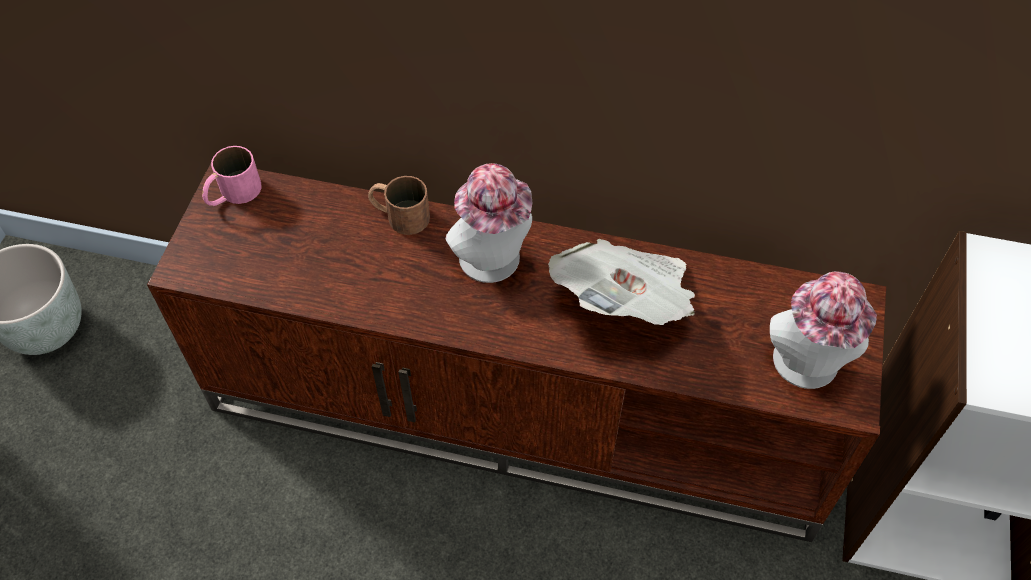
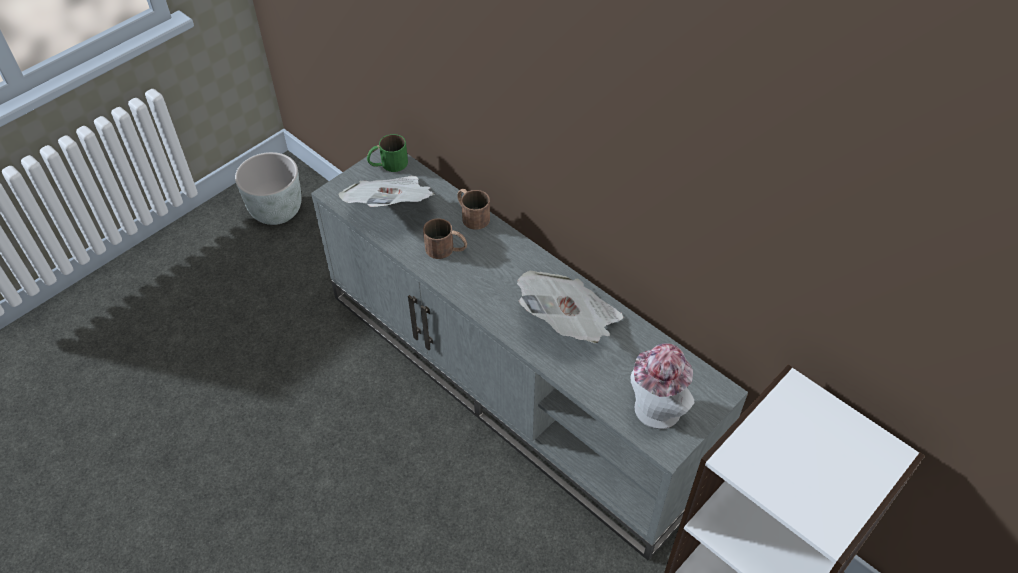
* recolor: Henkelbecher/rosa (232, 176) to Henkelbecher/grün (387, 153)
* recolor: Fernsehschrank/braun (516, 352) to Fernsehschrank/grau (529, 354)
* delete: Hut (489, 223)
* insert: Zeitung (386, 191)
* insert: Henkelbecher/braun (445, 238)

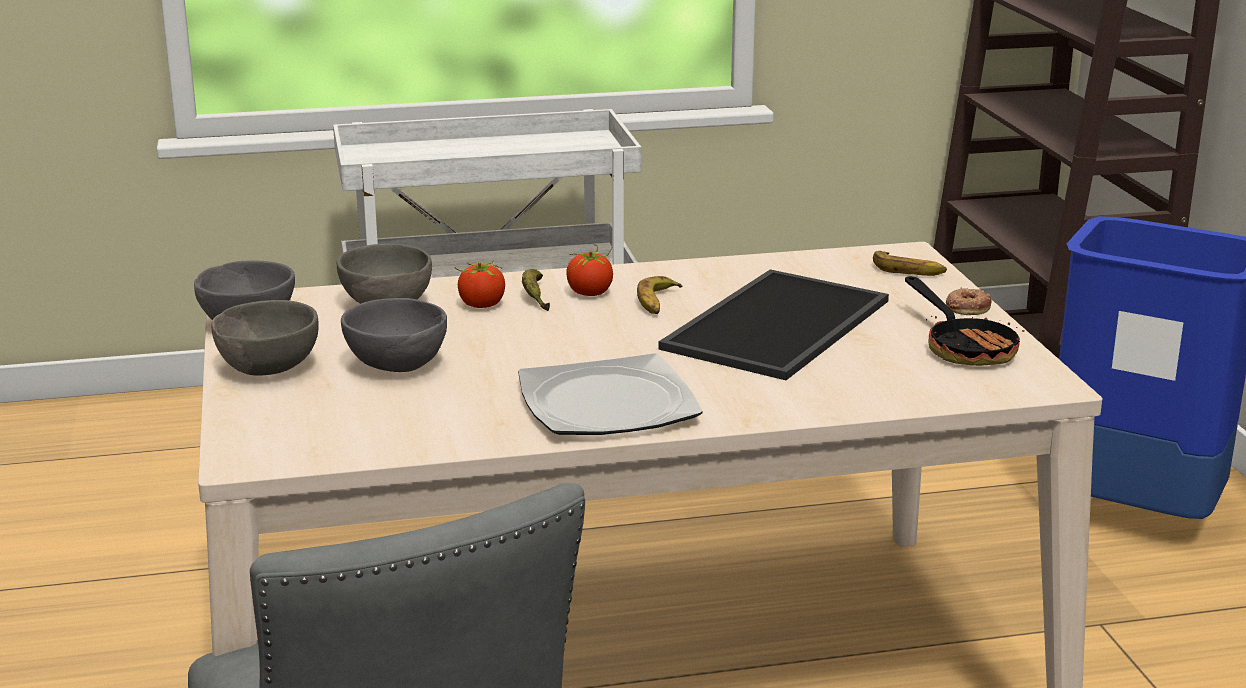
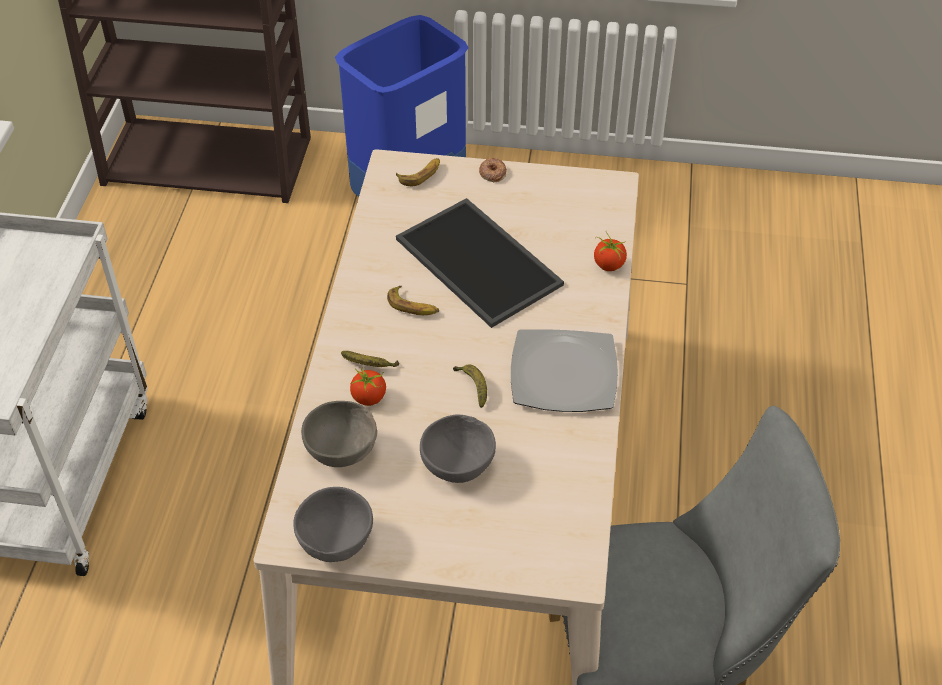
* move: Tomate (589, 270) to (610, 251)
* delete: Pfanne (965, 321)
* delete: Schüssel/grau (264, 338)
* insert: Banane (470, 386)

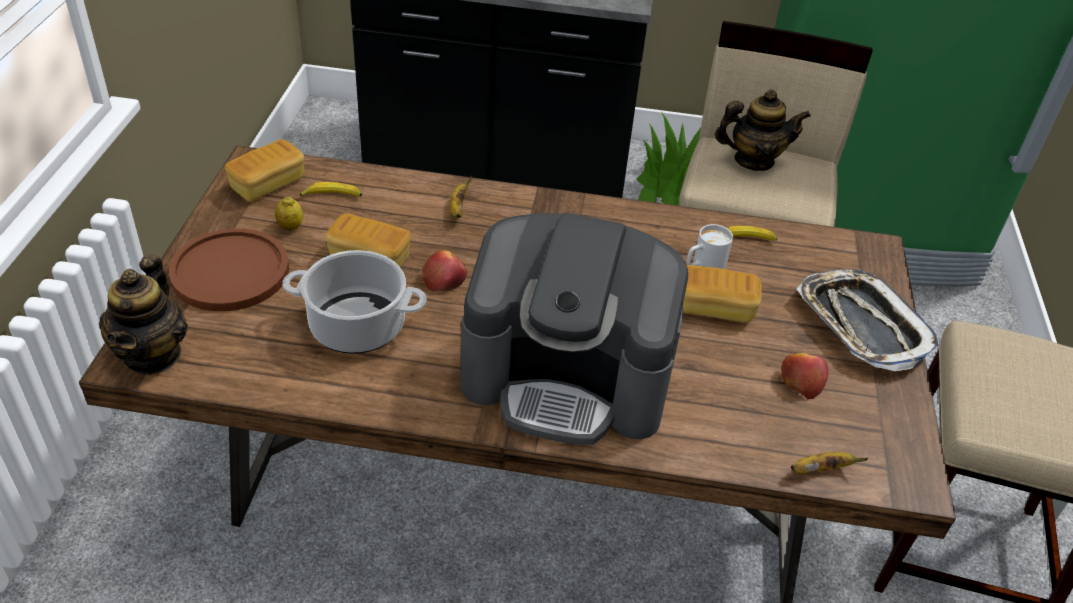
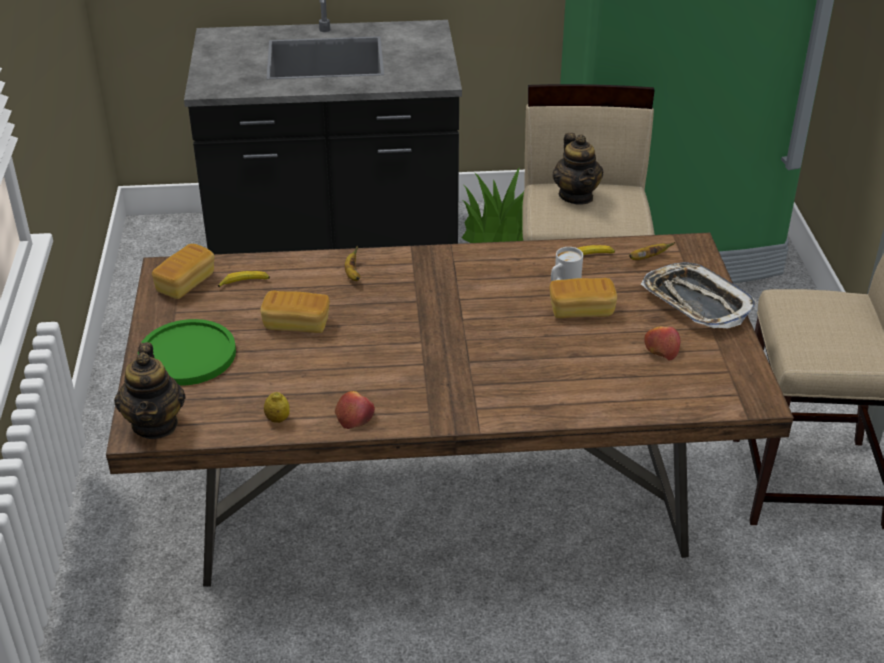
* rotate: Teekanne (763, 130) = (578, 169) 90 degrees clockwise
* move: Zitrone (289, 213) to (277, 407)
* delete: Kaffeemaschine (574, 329)
* recolor: Teller/braun (229, 269) to Teller/grün (187, 352)
* delete: Kochtopf (355, 302)
* move: Apfel (444, 270) to (355, 410)
* move: Banane (829, 463) to (652, 251)

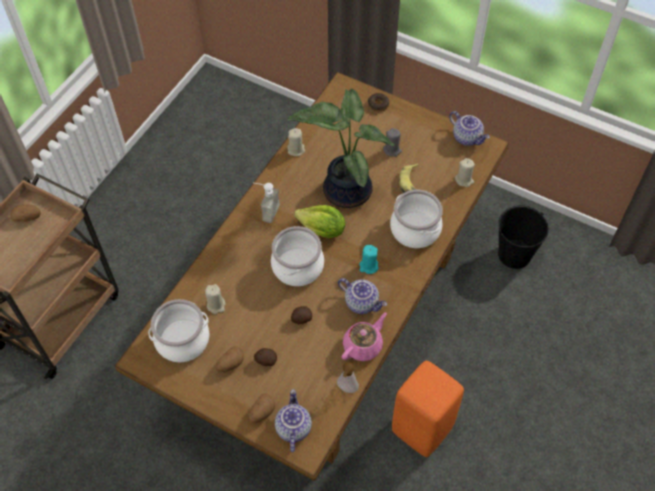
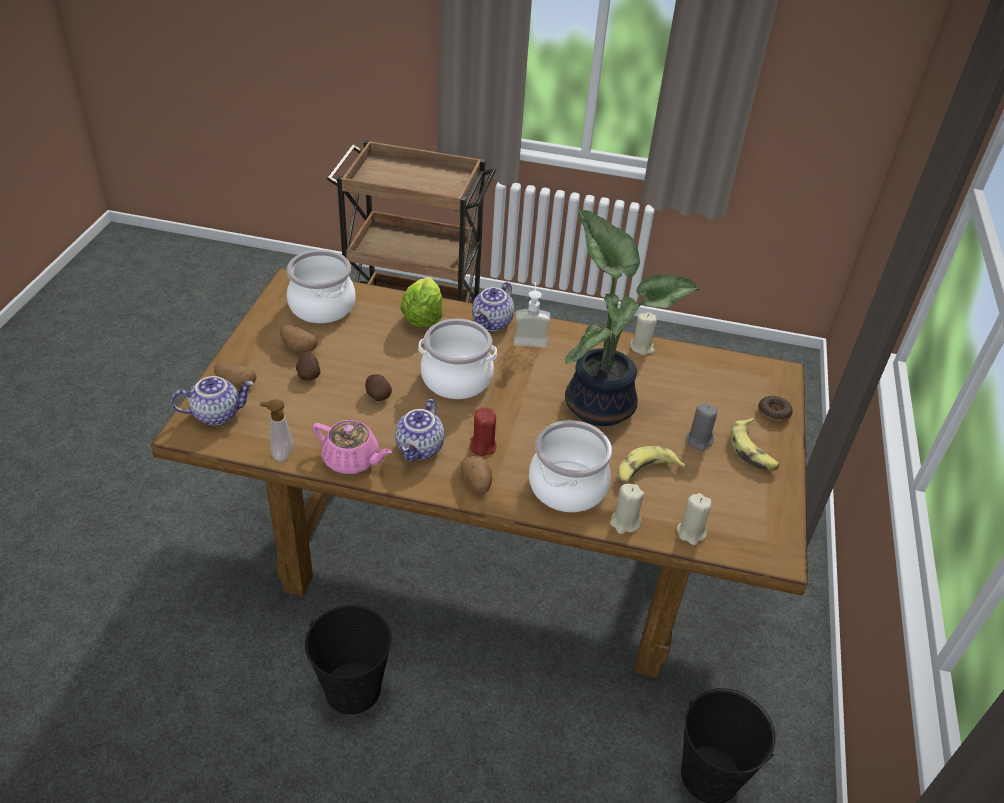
* move: Teekanne (469, 128) to (493, 306)
* move: Kartoffel (26, 213) to (476, 475)
* move: Salatkopf (319, 221) to (422, 302)
* recolor: Kerze/türkis (369, 259) to Kerze/rot (483, 431)
* move: Kerze/beige (215, 299) to (627, 509)
* replace: Hocker/orange (428, 409) to Eimer/schwarz (348, 659)
* insert: Banane (754, 444)

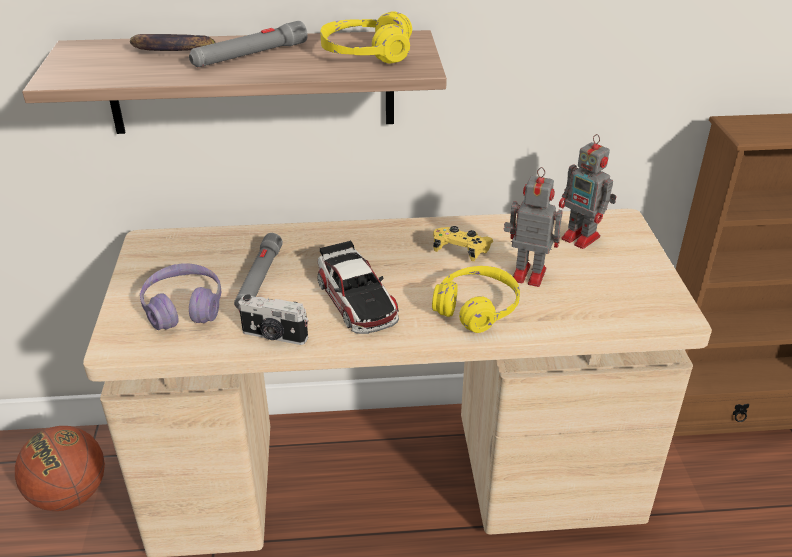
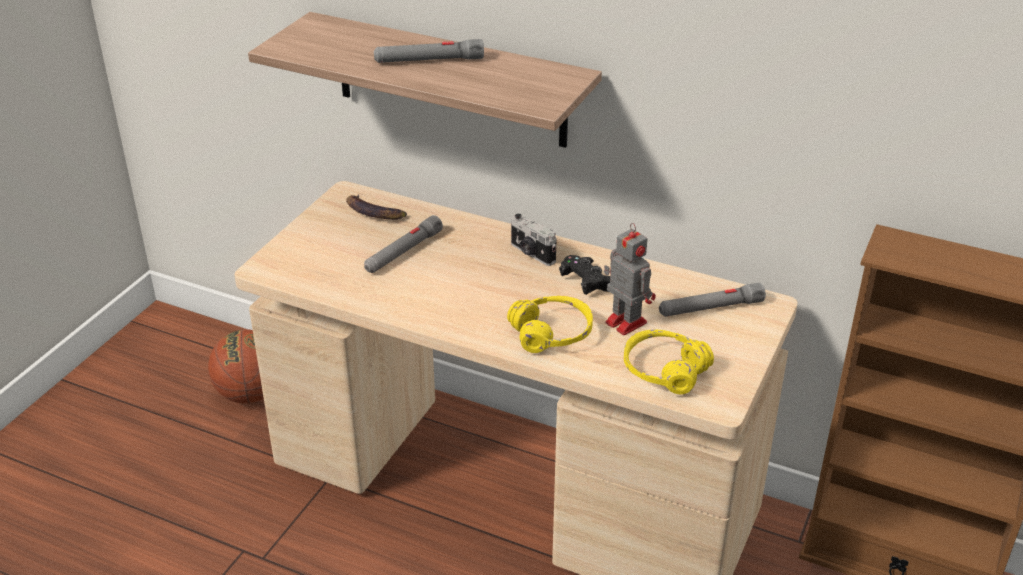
* move: Kopfhörer/gelb (366, 37) to (669, 361)
* move: Banane (173, 42) to (376, 207)
* replace: Spielzeugroboter (588, 191) to Taschenlampe/grau (712, 300)
* recolor: Gamepad/gelb (463, 243) to Gamepad/schwarz (584, 275)
* delete: Spielzeugauto (358, 287)
* delete: Kopfhörer/lila (180, 296)
* move: Kamera (273, 319) to (534, 240)

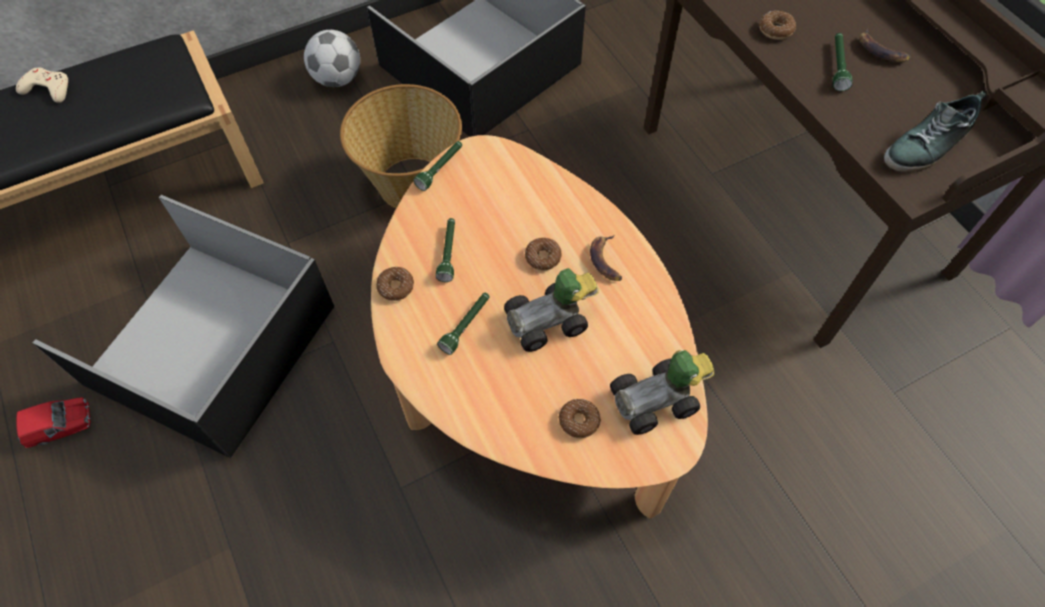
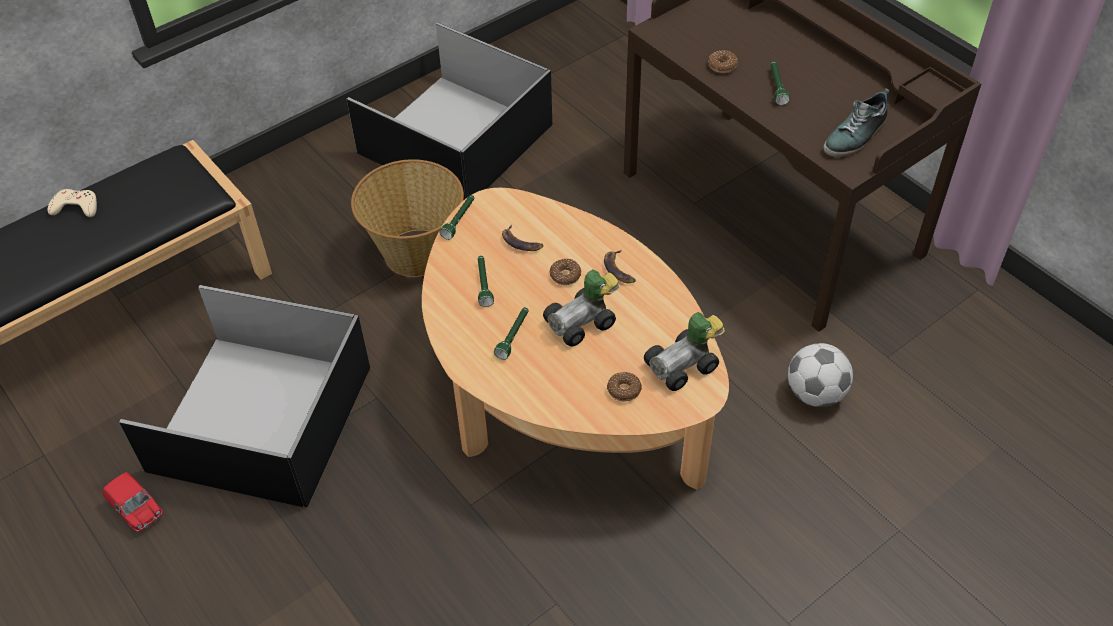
* move: Banane (885, 45) to (523, 238)
* move: Fußball (332, 58) to (820, 375)
* delete: Donut (395, 284)
* rotate: Spielzeugauto/rot (53, 422) = (133, 502) 75 degrees clockwise

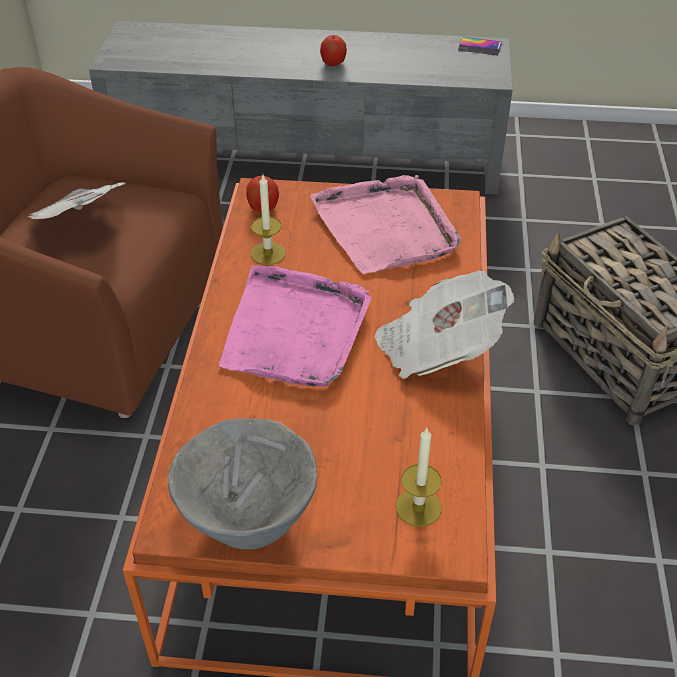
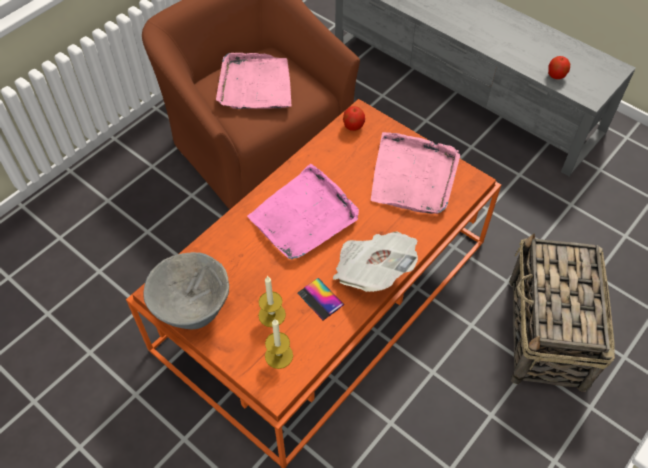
* move: Apfel (333, 50) to (559, 67)
* move: Handy (480, 46) to (320, 299)
* move: Kerze (268, 220) to (272, 301)
* replace: Zeitung (76, 200) to Tablett/rosa (253, 81)

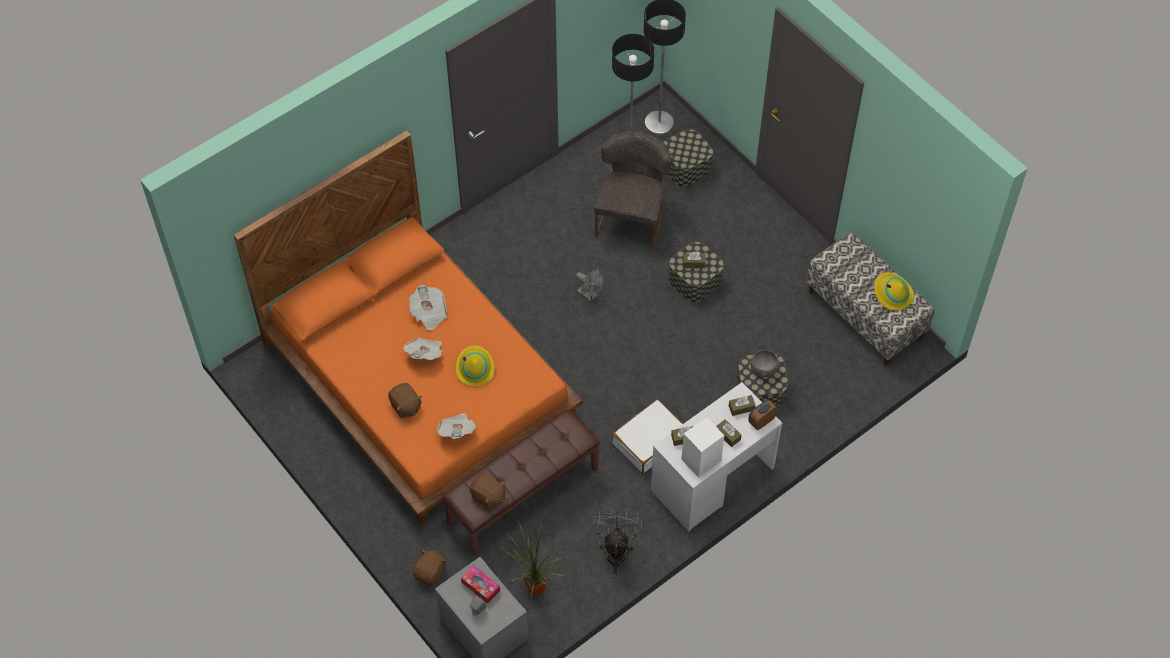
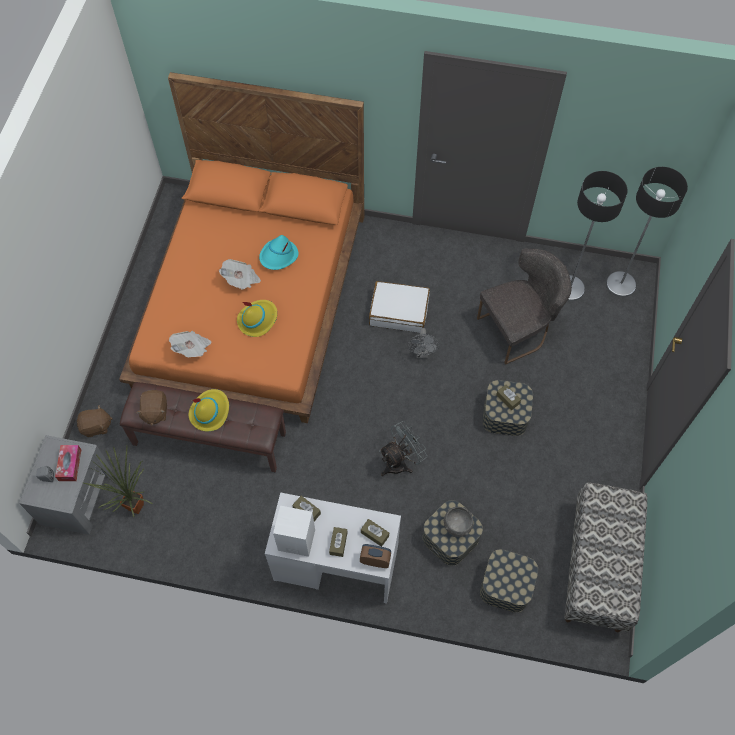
* move: Aufbewahrungsbox (688, 158) to (509, 581)
* move: Hut/gelb (894, 291) to (208, 410)
* replace: Zeitung (428, 308) to Hut/türkis (278, 252)
* delete: Plüschtier/braun (405, 401)
* move: Koffer/weiß (648, 436) to (399, 307)
* move: Ventilator/grau (617, 541) to (403, 448)

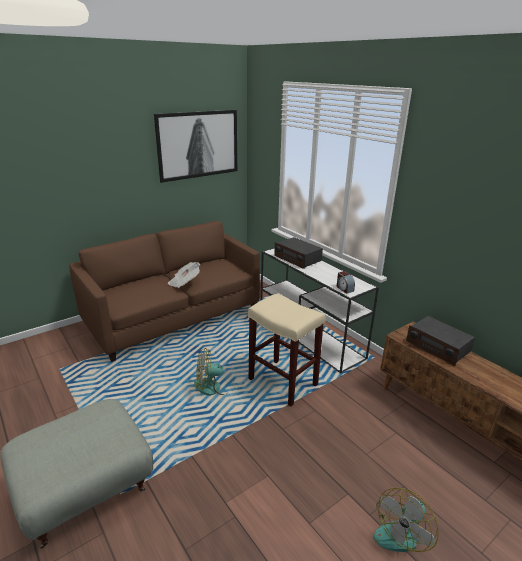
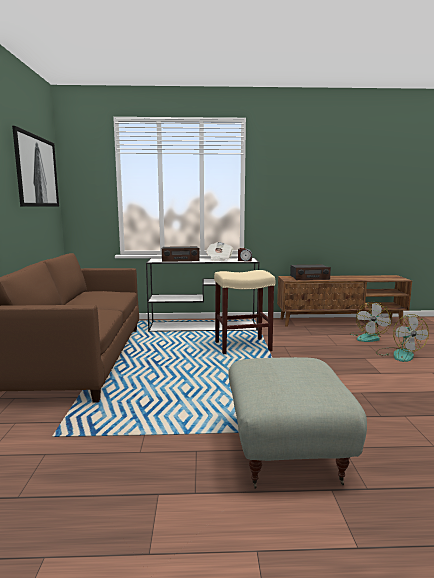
* move: Zeitung (184, 275) to (219, 251)
* move: Ventilator (214, 372) to (371, 322)

